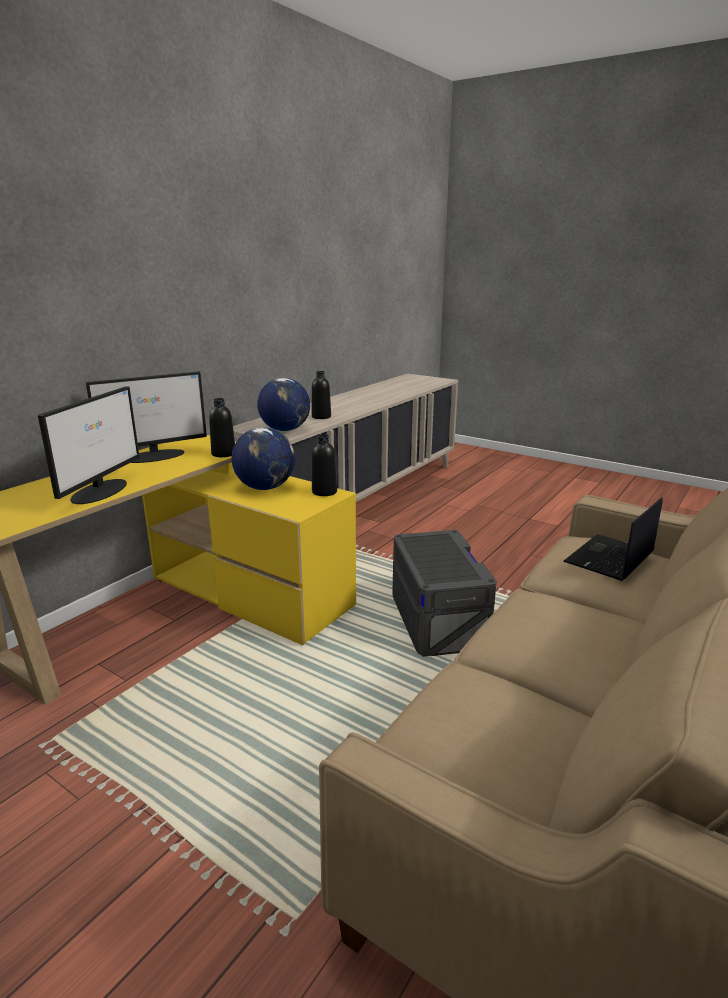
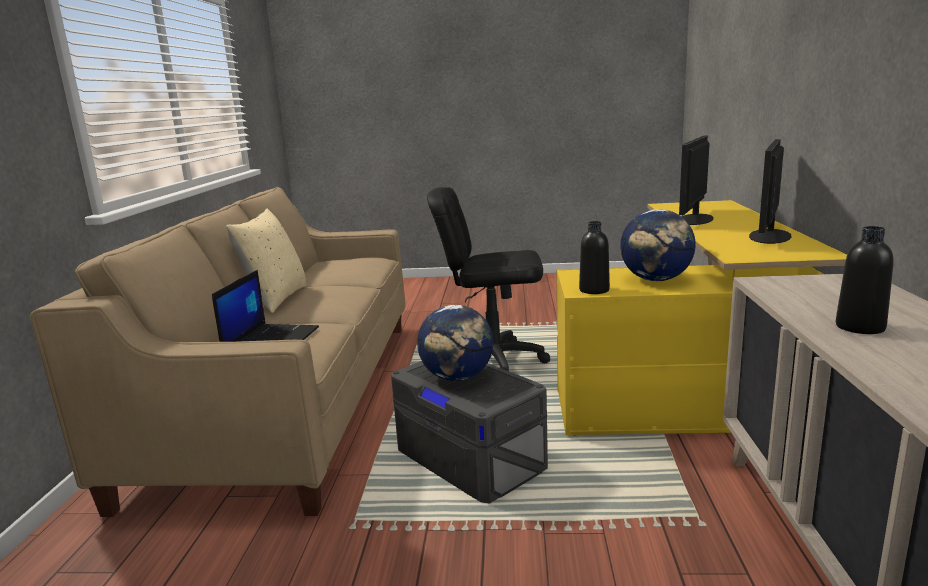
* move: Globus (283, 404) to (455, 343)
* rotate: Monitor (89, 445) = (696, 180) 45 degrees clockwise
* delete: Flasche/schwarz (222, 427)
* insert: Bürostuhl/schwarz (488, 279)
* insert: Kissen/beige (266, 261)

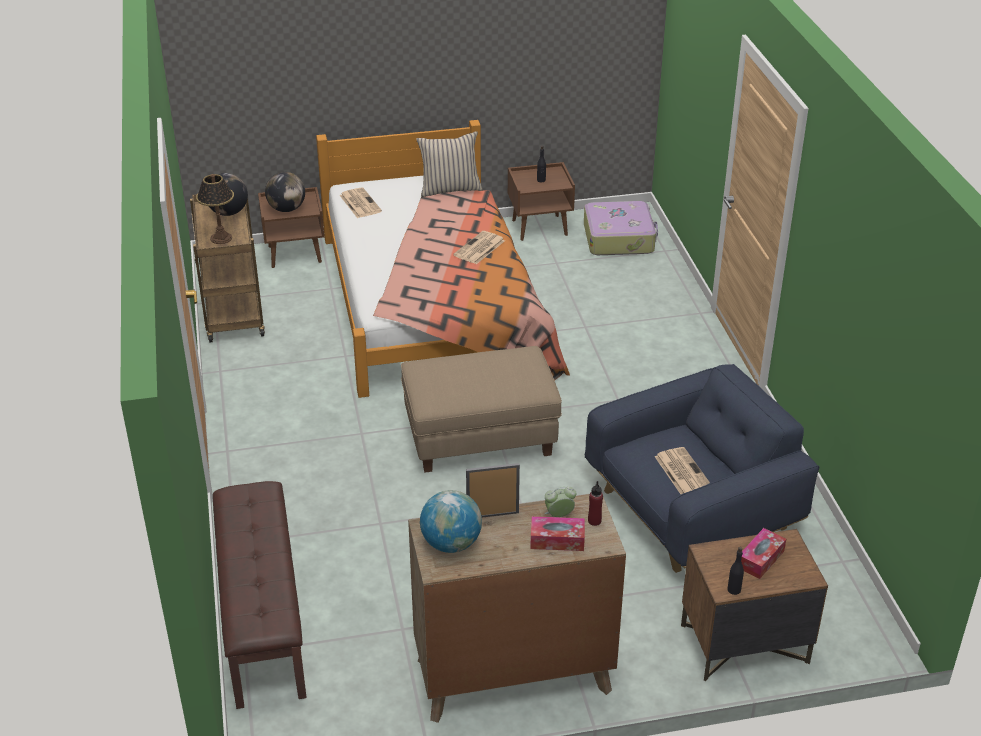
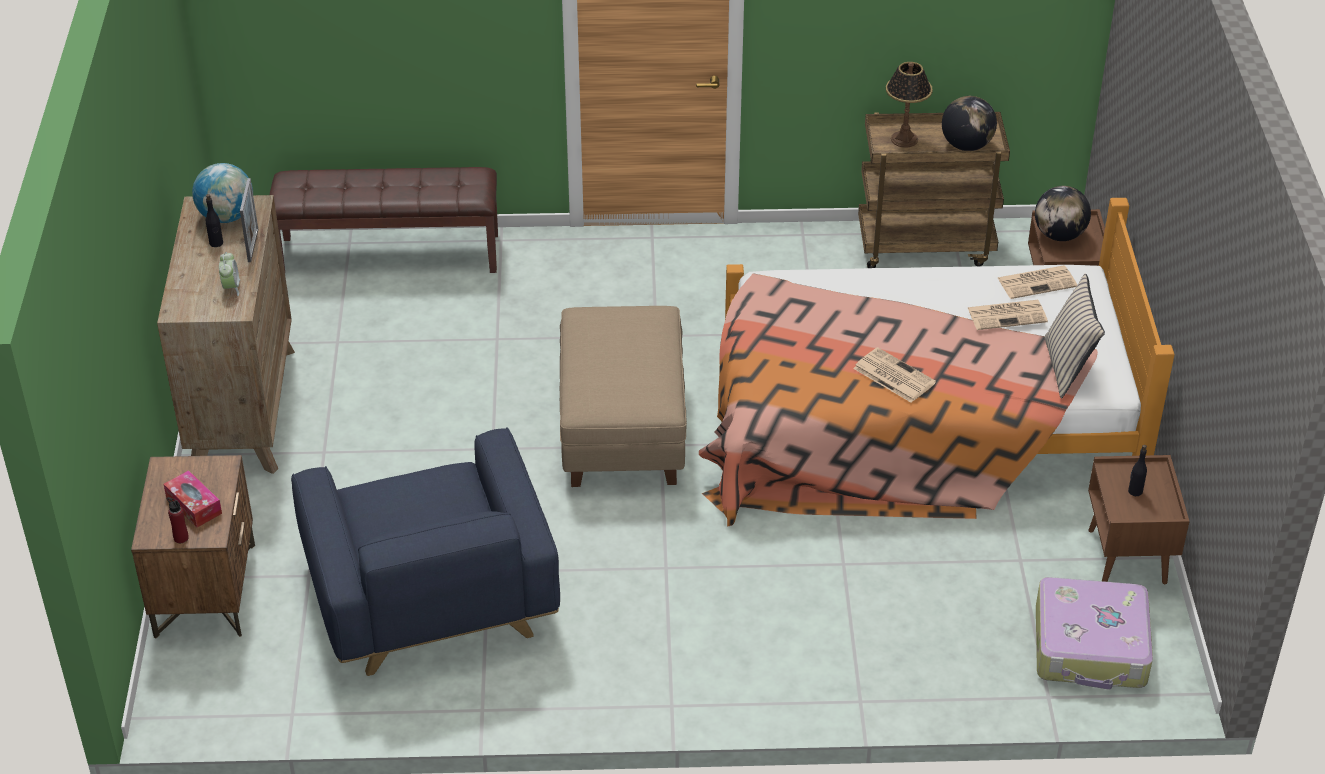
* move: Zeitung (682, 470) to (1007, 315)
* move: Flasche/rot (595, 503) to (177, 520)
* delete: Taschentuchbox (557, 533)
* move: Flasche/schwarz (735, 571) to (214, 220)

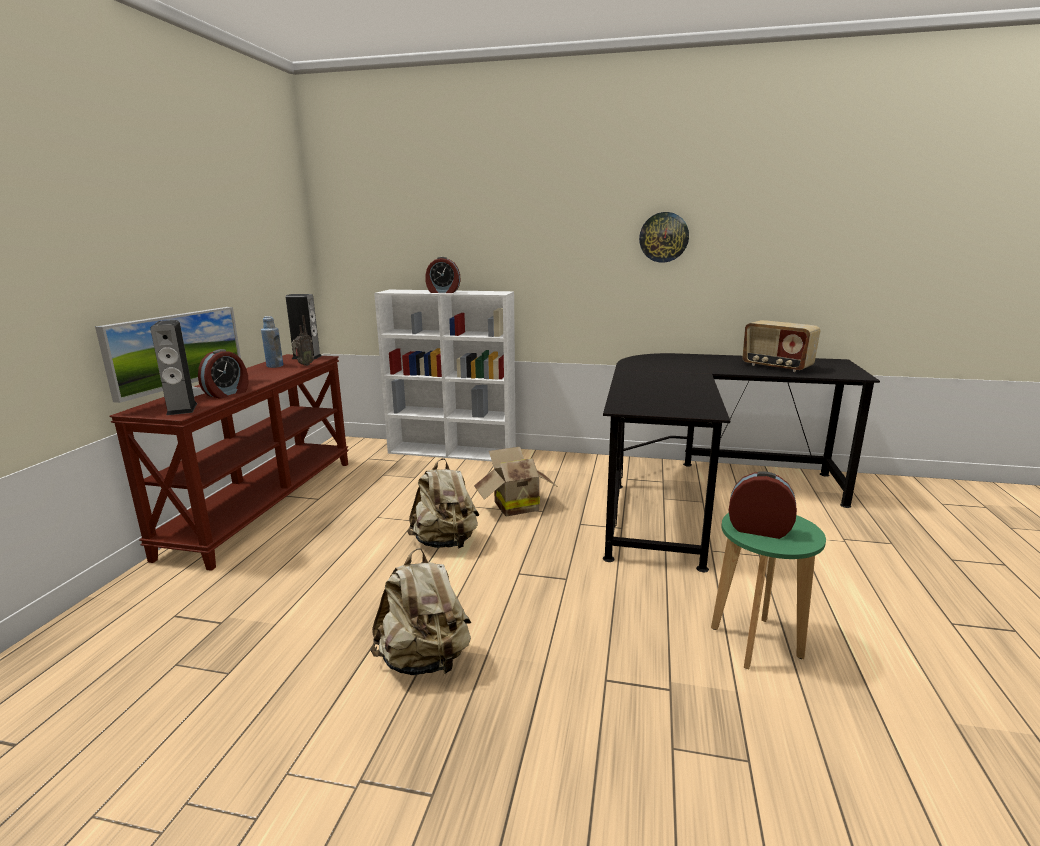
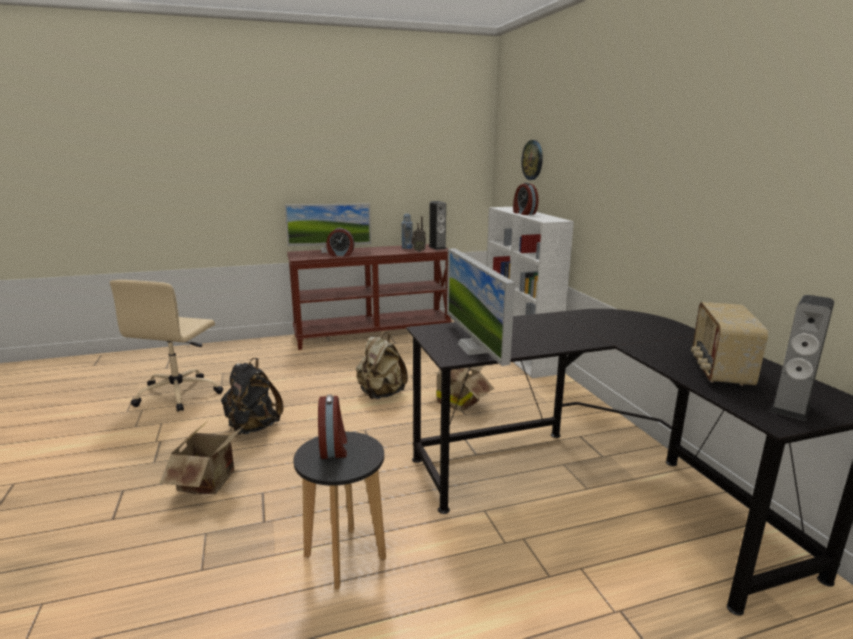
* move: Wanduhr (664, 237) to (532, 160)
* move: Lautsprecher (173, 367) to (802, 358)
* recolor: Hocker/grün (768, 591) to Hocker/schwarz (340, 510)
* recolor: Rucksack/beige (420, 612) to Rucksack/schwarz (252, 396)
* insert: Monitor (481, 307)
* insert: Bürostuhl/beige (166, 346)
* insert: Karton (202, 459)

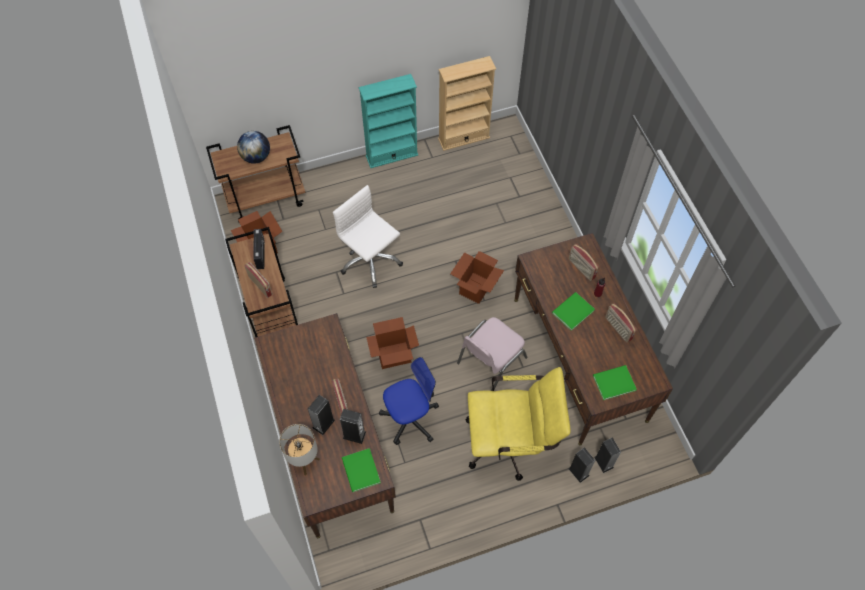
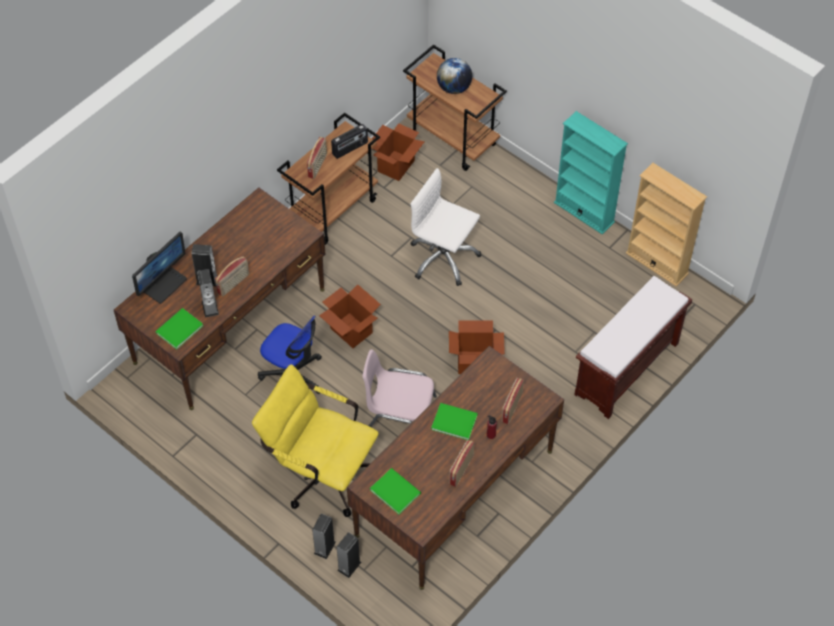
* rotate: Bürostuhl/weiß (368, 236) = (445, 227) 75 degrees counterclockwise
* rotate: Bürostuhl/gelb (518, 424) = (315, 440) 150 degrees clockwise
* replace: Tischlampe (299, 450) to Monitor (159, 268)
* insert: Bank/braun (633, 347)

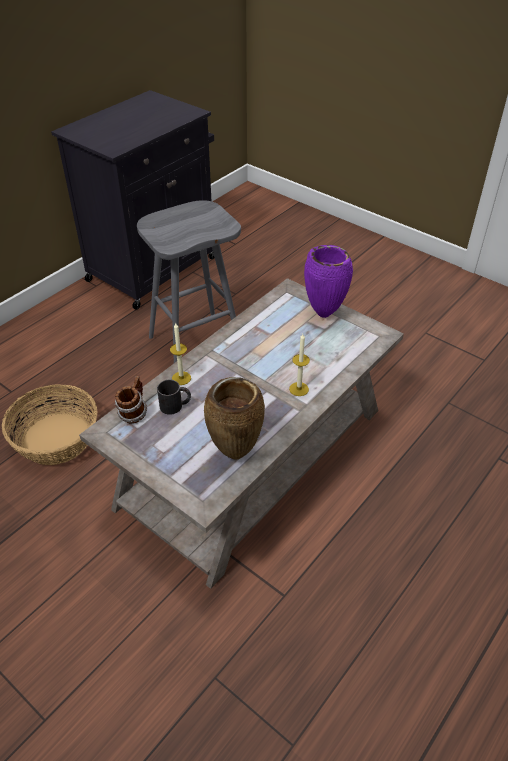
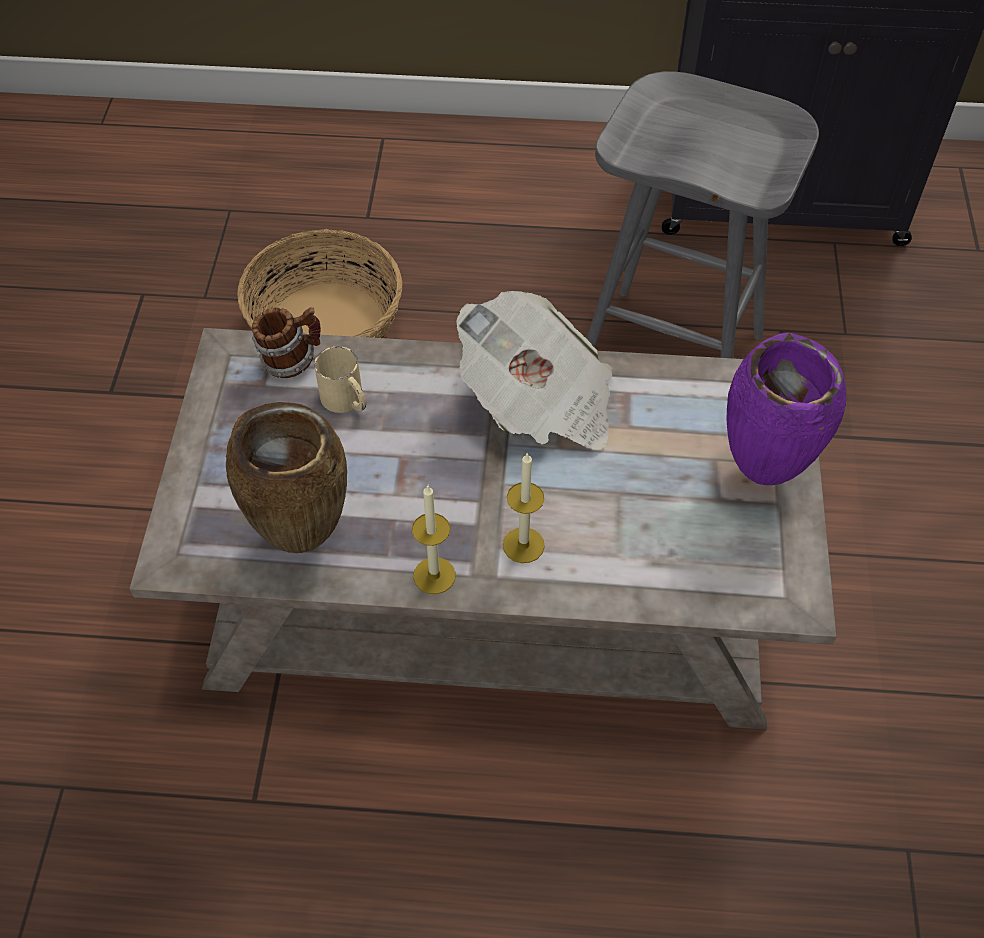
* move: Kerze (180, 354) to (434, 539)
* recolor: Henkelbecher/schwarz (174, 397) to Henkelbecher/beige (340, 379)
* insert: Zeitung (534, 370)

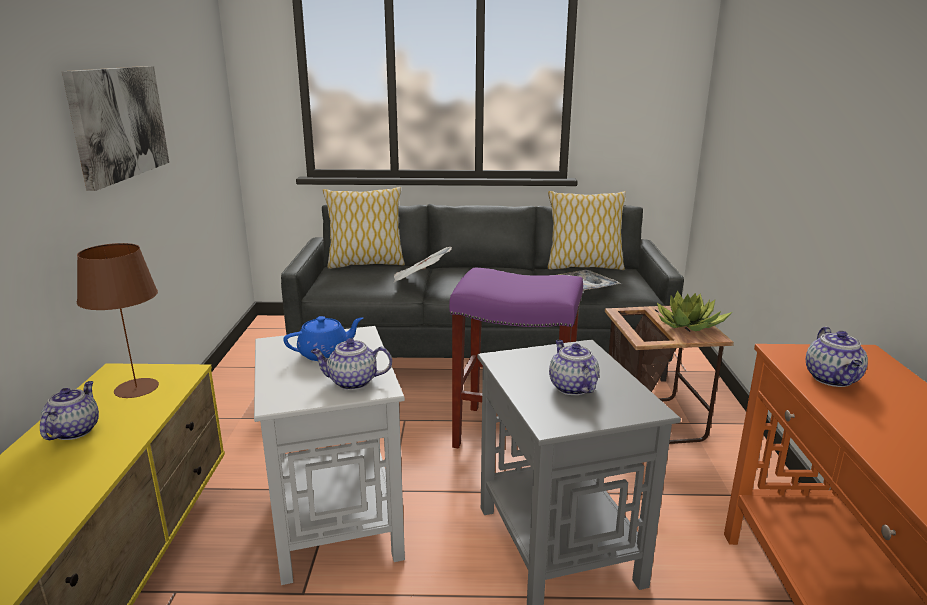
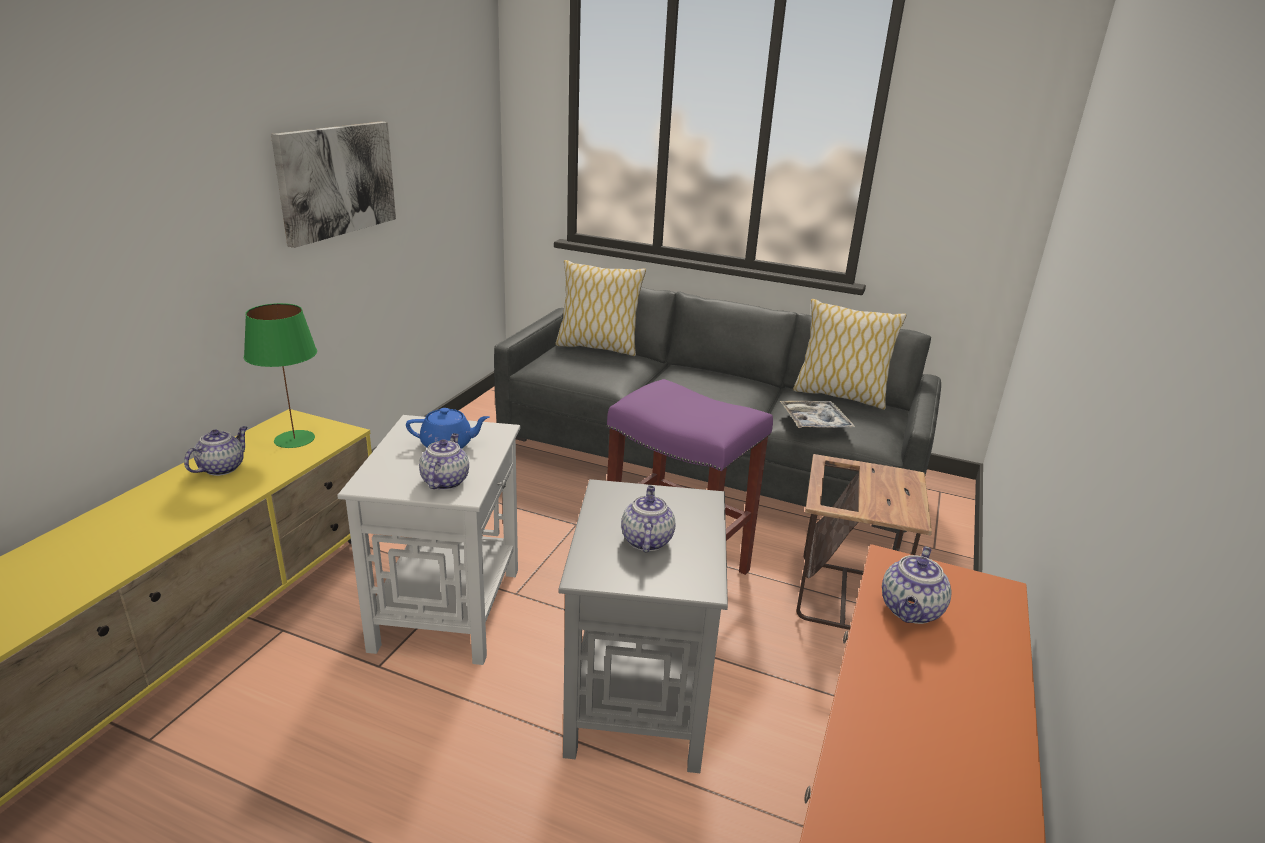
* recolor: Tischlampe/braun (118, 320) to Tischlampe/grün (280, 375)
* delete: Zeitung (423, 264)
* delete: Topfpflanze (694, 310)
* rotate: Teekanne (351, 364) = (444, 461) 75 degrees clockwise

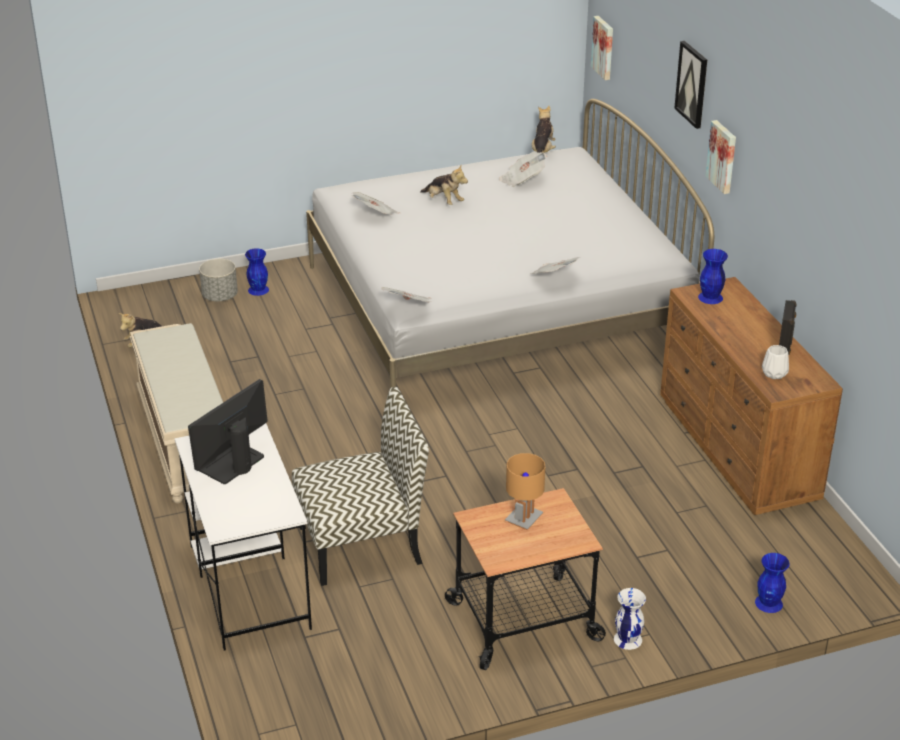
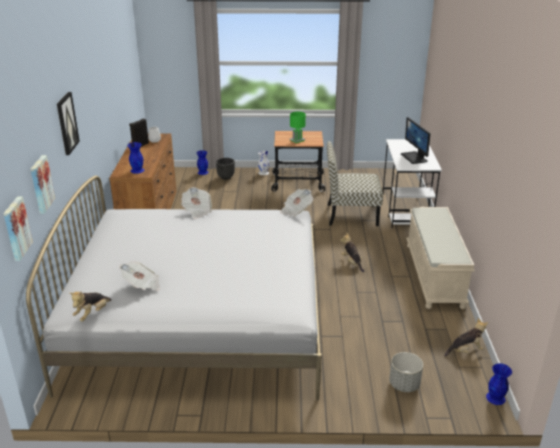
* move: Bild (720, 157) to (43, 184)
* move: Plüschtier (444, 185) to (352, 252)
* delete: Zeitung (376, 203)
* move: Vase/blau (257, 272) to (499, 384)
* rotate: Monitor (228, 431) = (415, 140) 105 degrees clockwise
* recolor: Tischlampe/braun (525, 491) to Tischlampe/grün (298, 127)
* insert: Pflanzkübel/schwarz (225, 169)

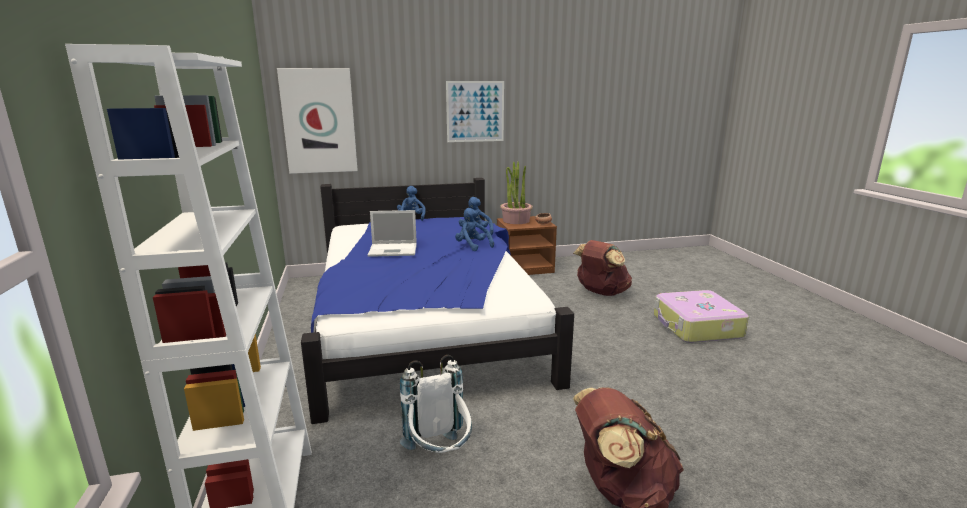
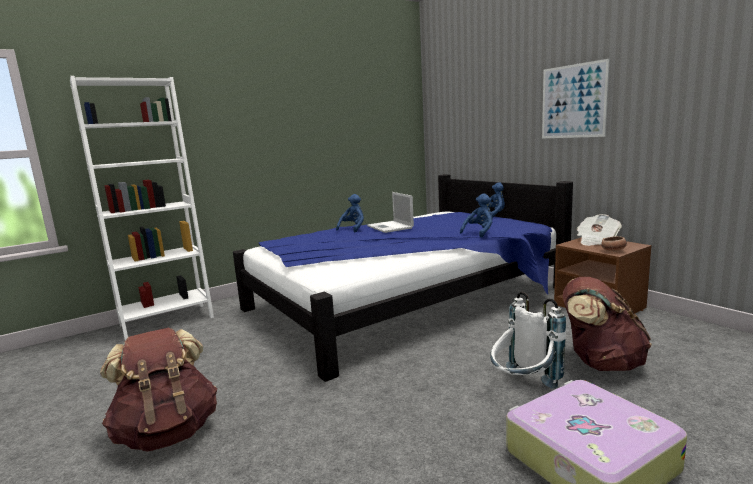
* delete: Bild (317, 121)
* replace: Topfpflanze (516, 193) to Zeitung (599, 230)
* move: Plüschtier/blau (474, 229) to (350, 213)
* move: Rucksack/weiß (436, 404) to (528, 340)

